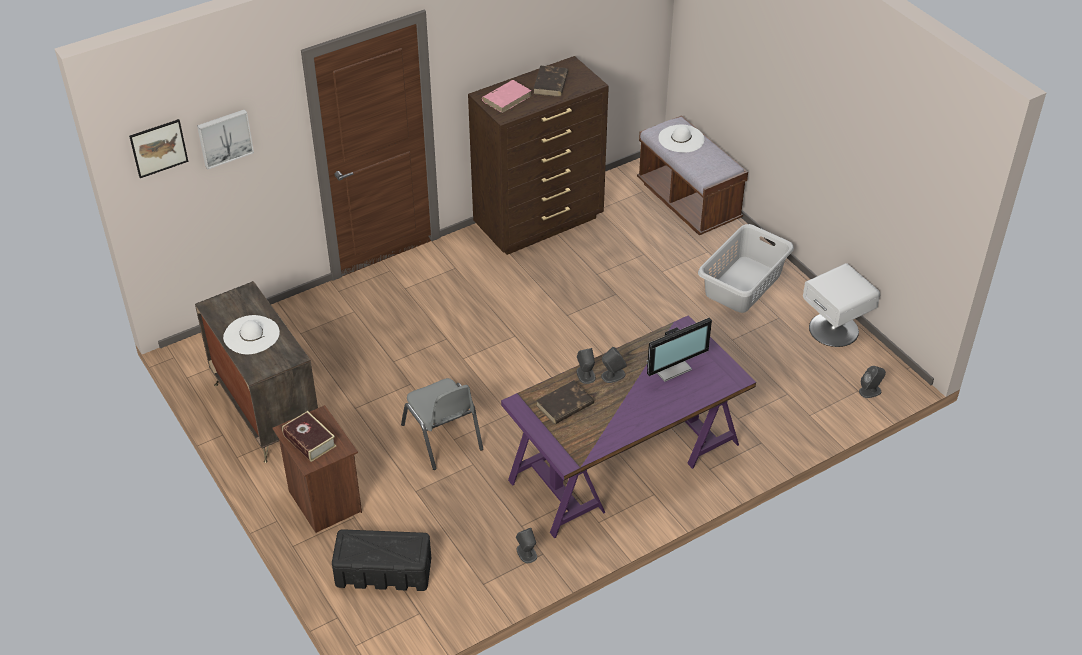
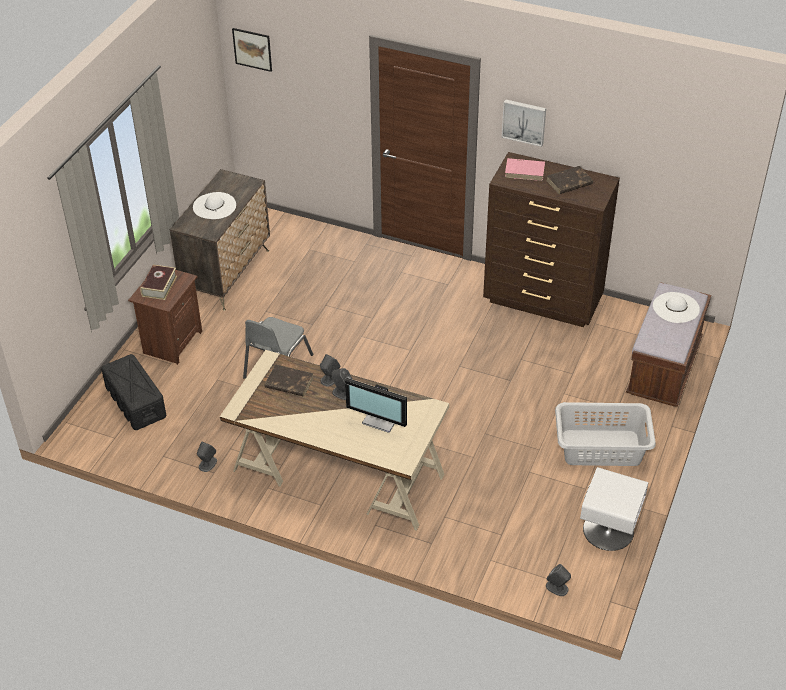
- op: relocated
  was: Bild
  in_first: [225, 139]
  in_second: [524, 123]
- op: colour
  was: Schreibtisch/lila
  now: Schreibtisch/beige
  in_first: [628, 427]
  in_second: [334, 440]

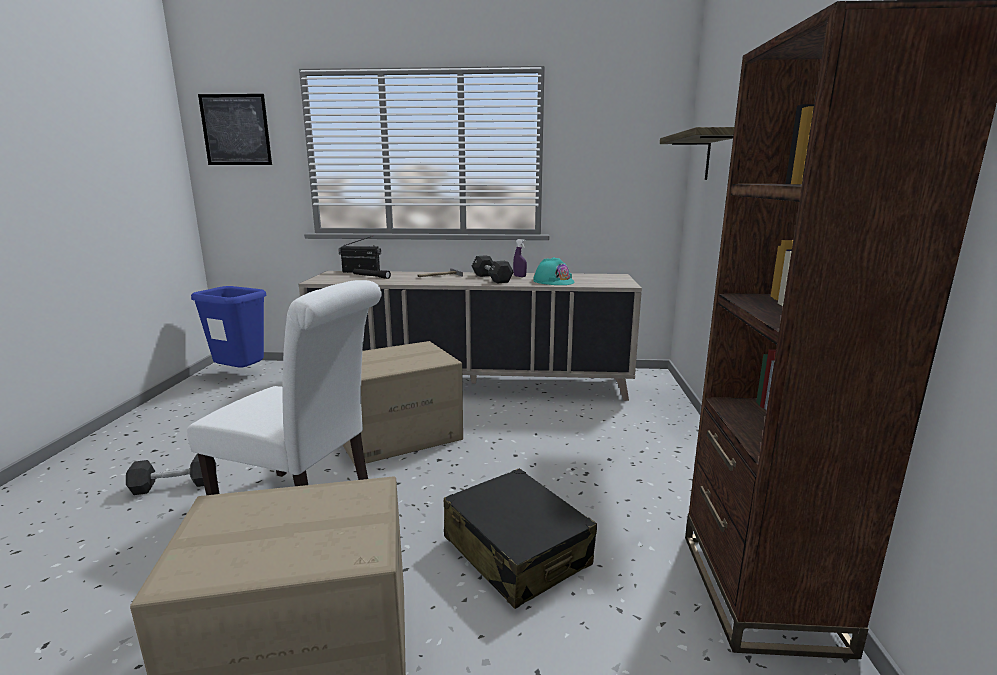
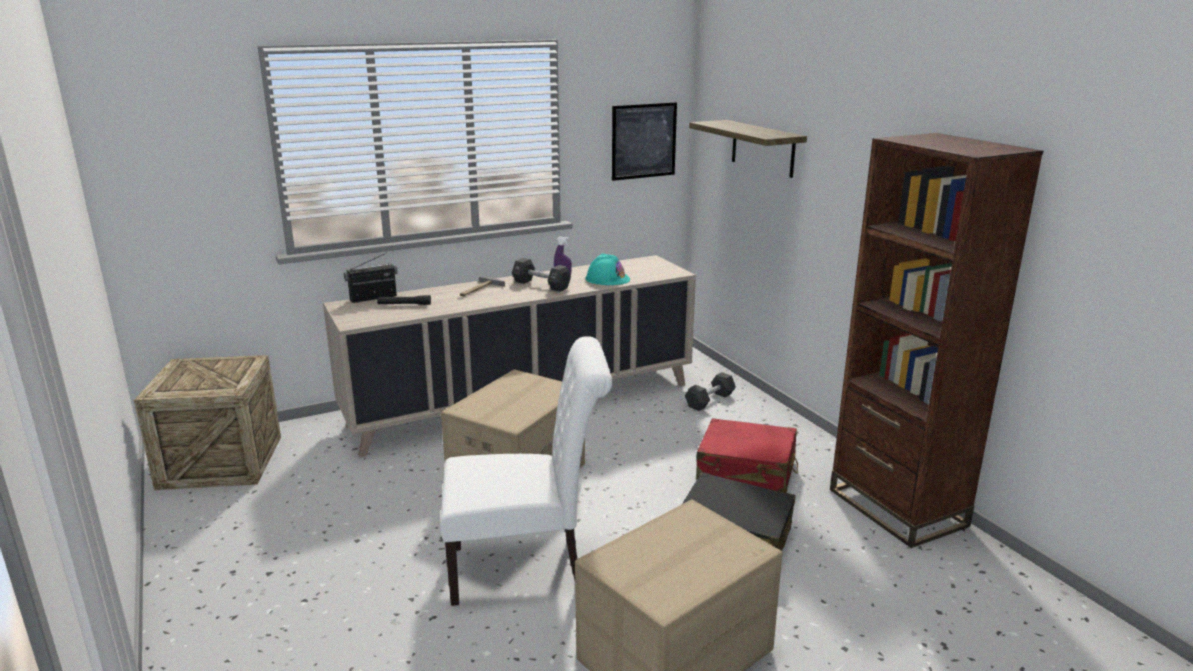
- op: relocated
  was: Bild
  in_first: [235, 129]
  in_second: [644, 141]
- op: exchanged
  was: Mülleimer/blau
  now: Kiste
  in_first: [228, 327]
  in_second: [207, 422]
- op: relocated
  was: Hantel/schwarz
  in_first: [171, 474]
  in_second: [710, 391]
- op: appeared
  now: Koffer/rot
  in_second: [747, 455]

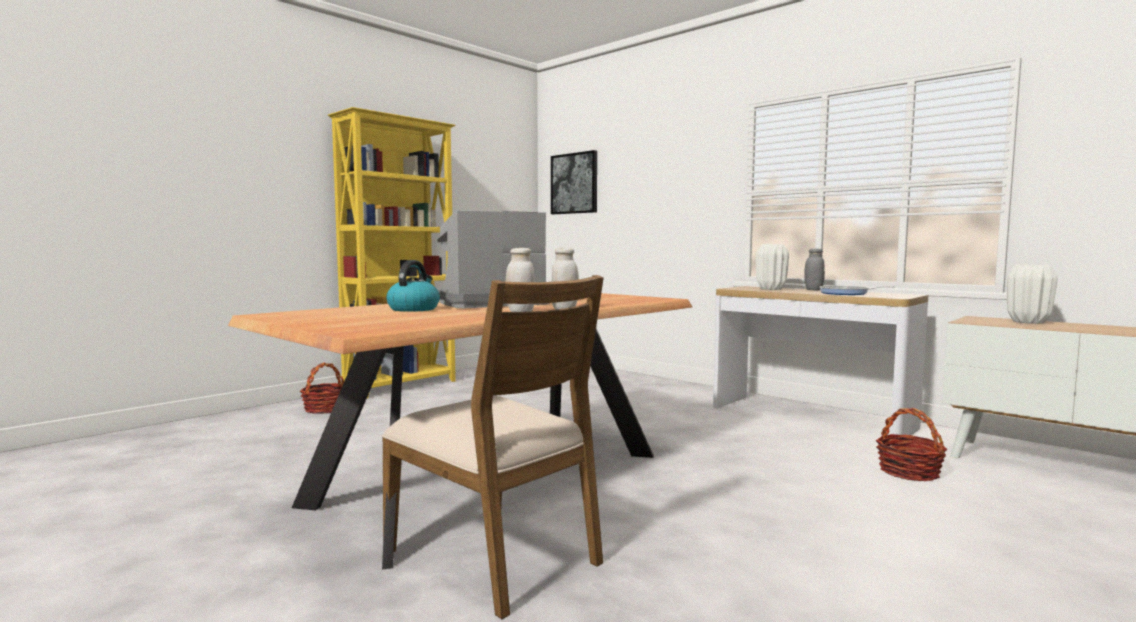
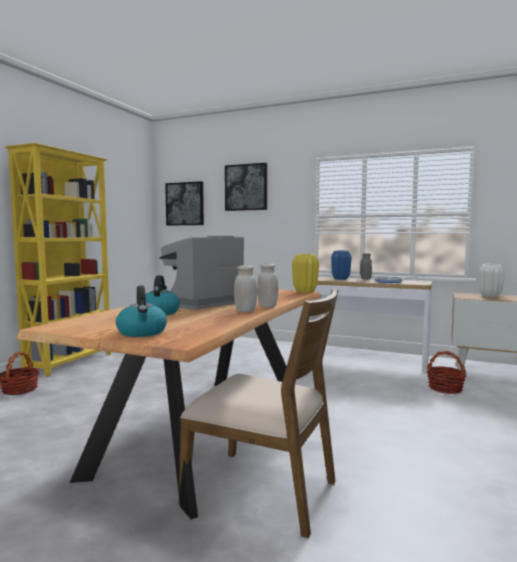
- op: colour
  was: Vase/weiß
  now: Vase/blau
  in_first: [772, 267]
  in_second: [341, 265]
- op: appeared
  now: Bild
  in_second: [246, 187]
- op: appeared
  now: Vase/gelb
  in_second: [305, 273]
- op: appeared
  now: Wasserkessel
  in_second: [141, 311]

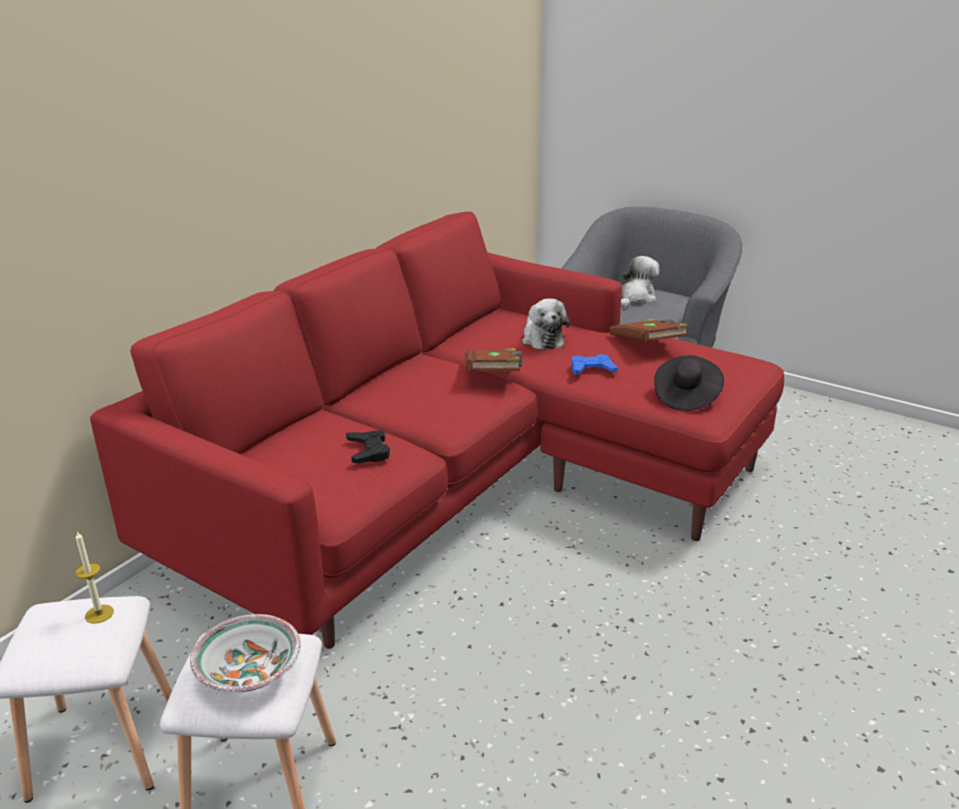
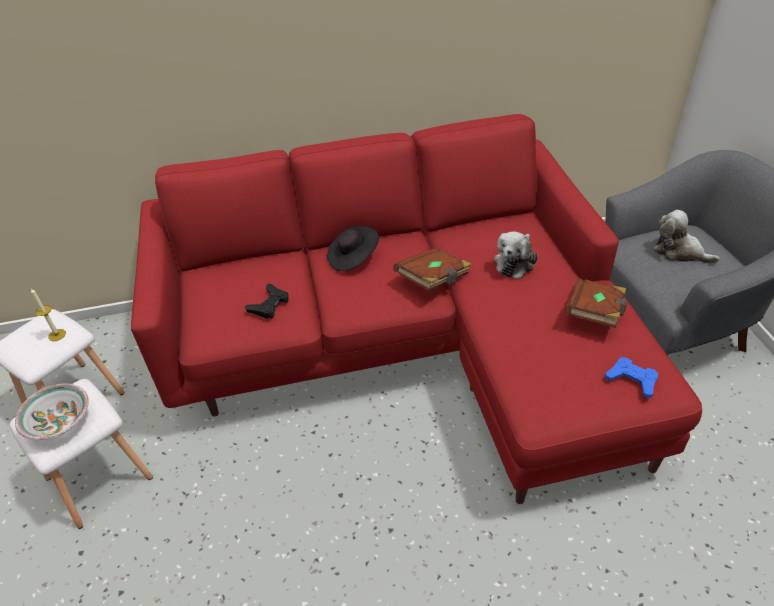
- op: spun
  was: Plüschtier
  in_first: [640, 282]
  in_second: [686, 237]
  clockwise: -135
- op: relocated
  was: Gamepad/blau
  in_first: [594, 364]
  in_second: [631, 377]
- op: relocated
  was: Hut/schwarz
  in_first: [689, 383]
  in_second: [353, 248]

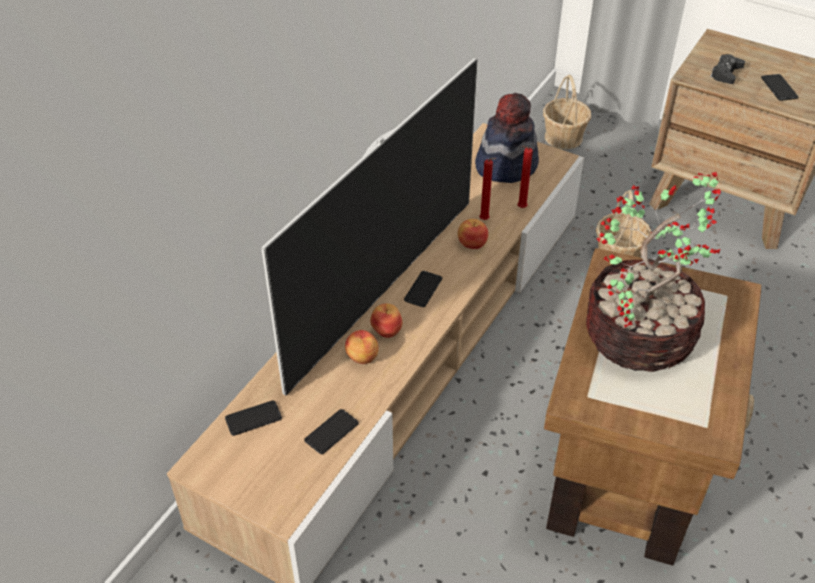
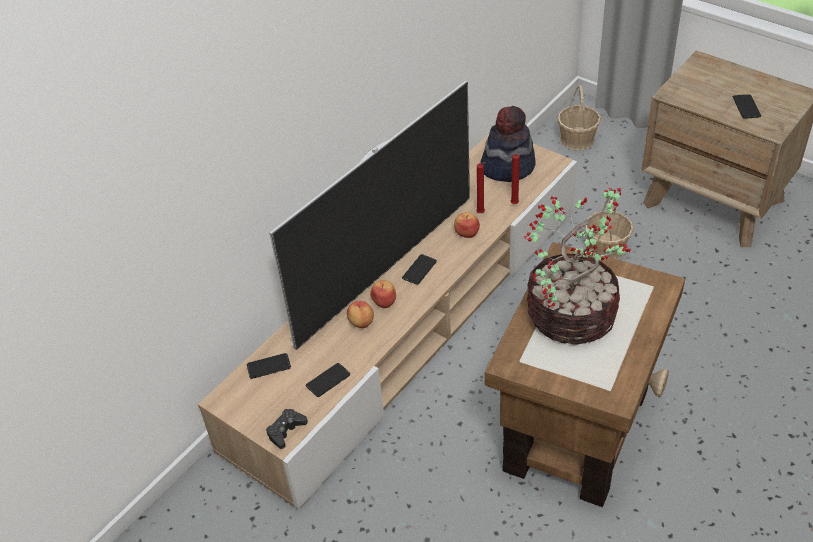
- op: relocated
  was: Gamepad/schwarz
  in_first: [727, 69]
  in_second: [287, 429]

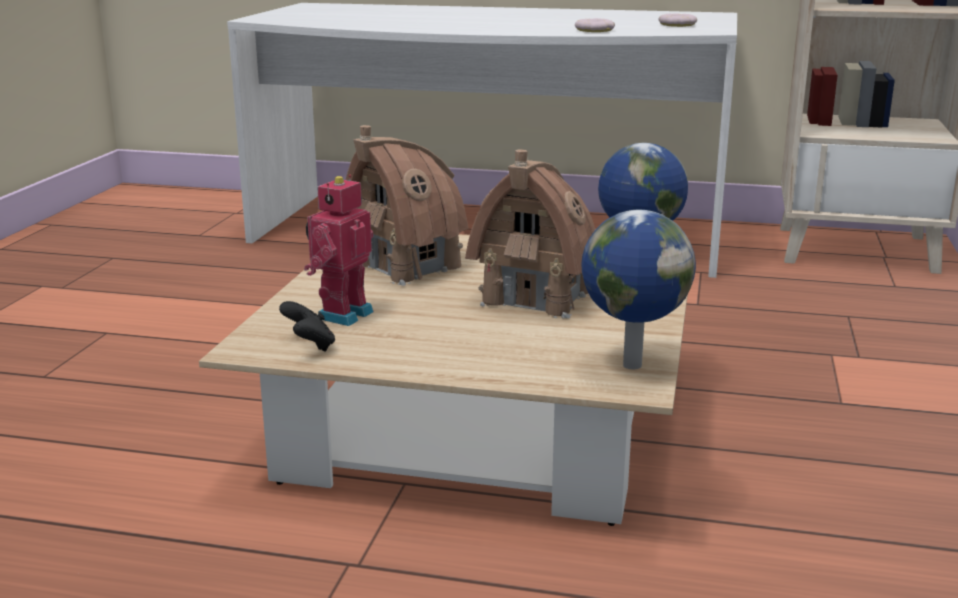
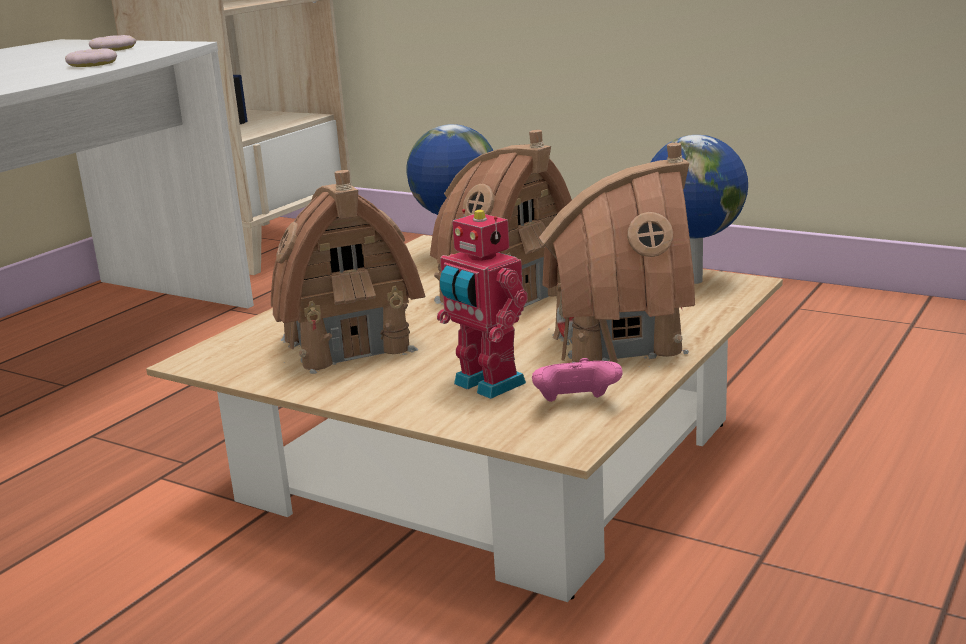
- op: colour
  was: Gamepad/schwarz
  now: Gamepad/rosa
  in_first: [307, 326]
  in_second: [577, 380]
- op: appeared
  now: Spielzeughaus
  in_second: [617, 255]

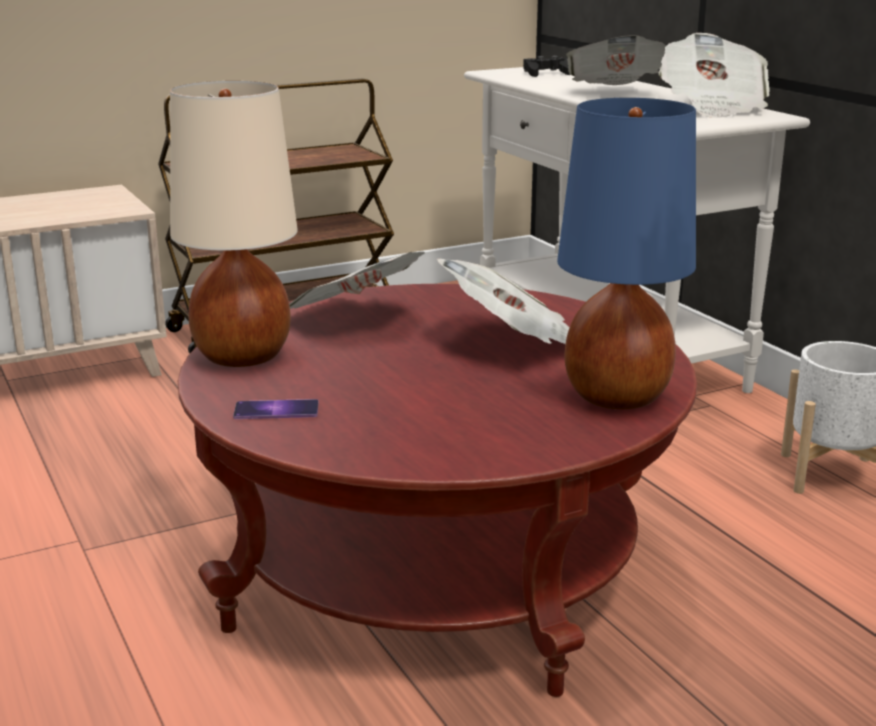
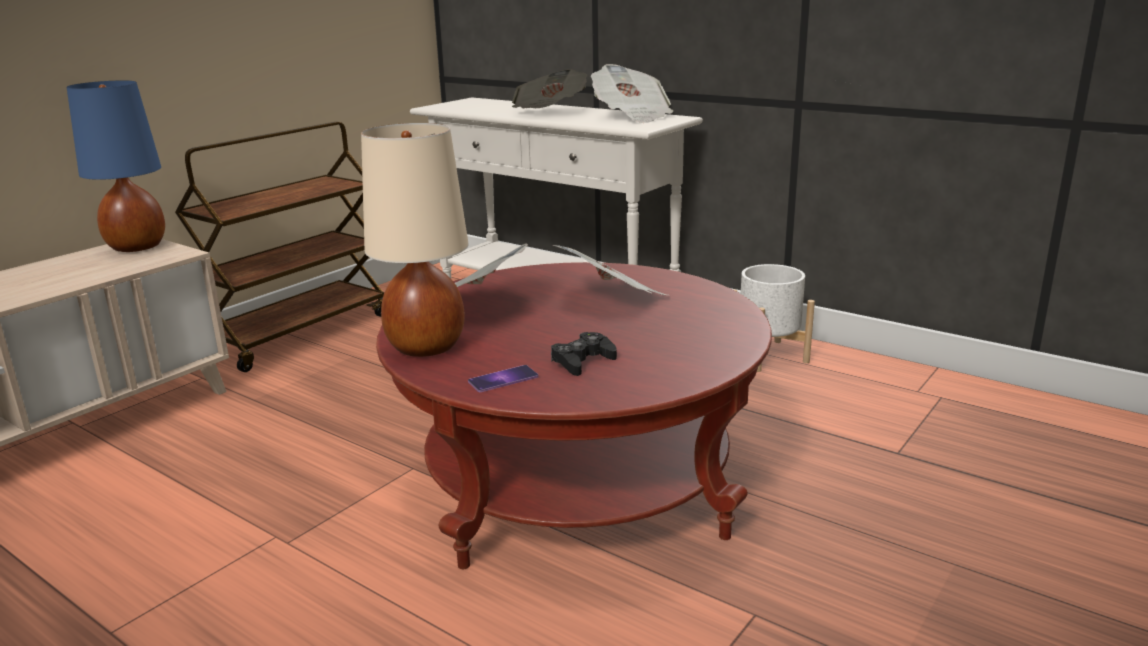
- op: relocated
  was: Gamepad/schwarz
  in_first: [546, 66]
  in_second: [584, 354]
- op: relocated
  was: Tischlampe/blau
  in_first: [626, 253]
  in_second: [116, 166]

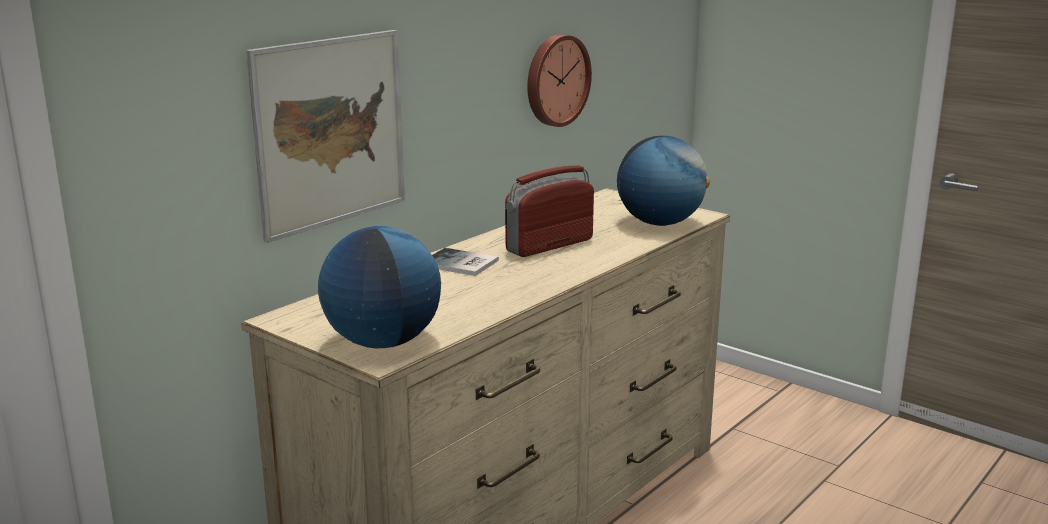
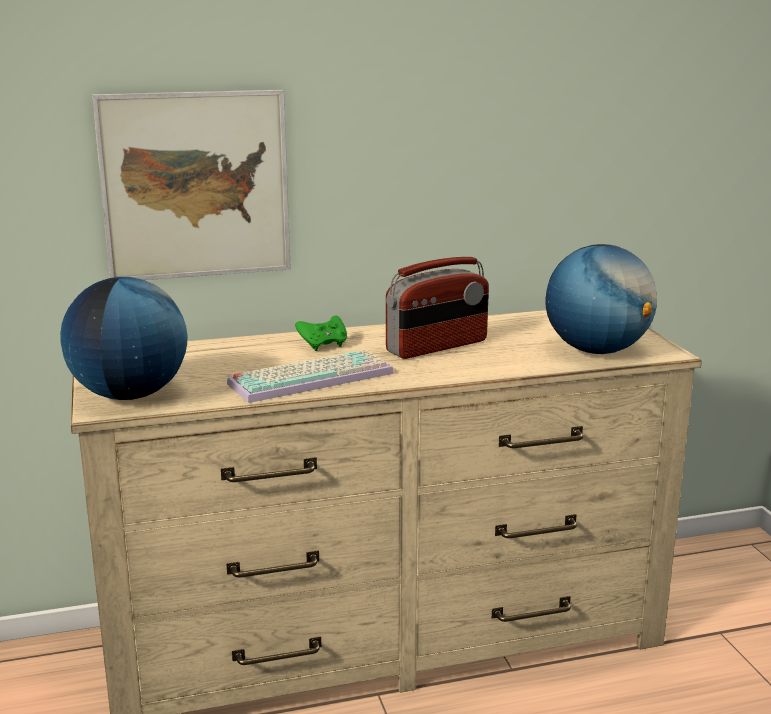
- op: missing
  was: Wanduhr
  in_first: [559, 80]
- op: spun
  was: Radio
  in_first: [549, 211]
  in_second: [437, 308]
  clockwise: 150
- op: exchanged
  was: Buch
  now: Gamepad/grün
  in_first: [465, 262]
  in_second: [321, 333]
- op: appeared
  now: Tastatur
  in_second: [310, 376]

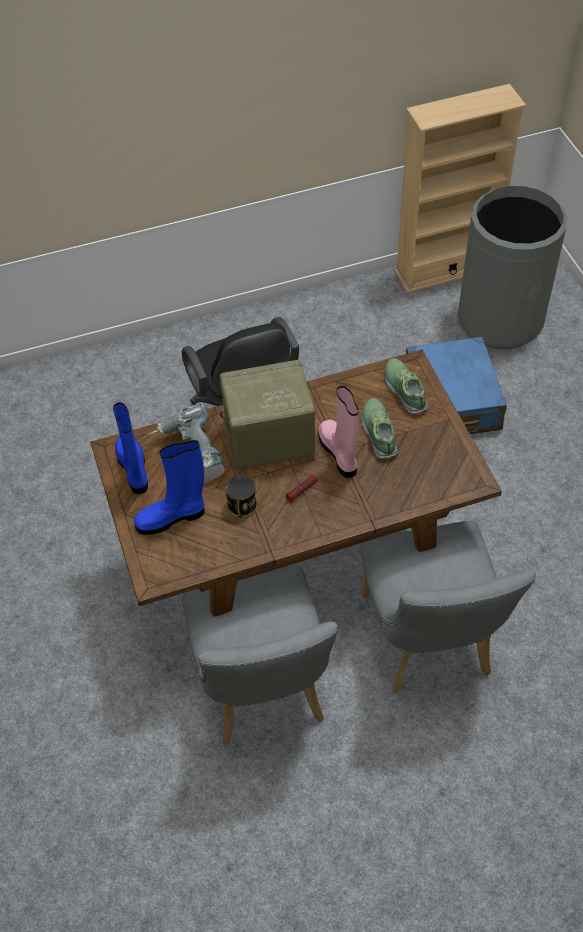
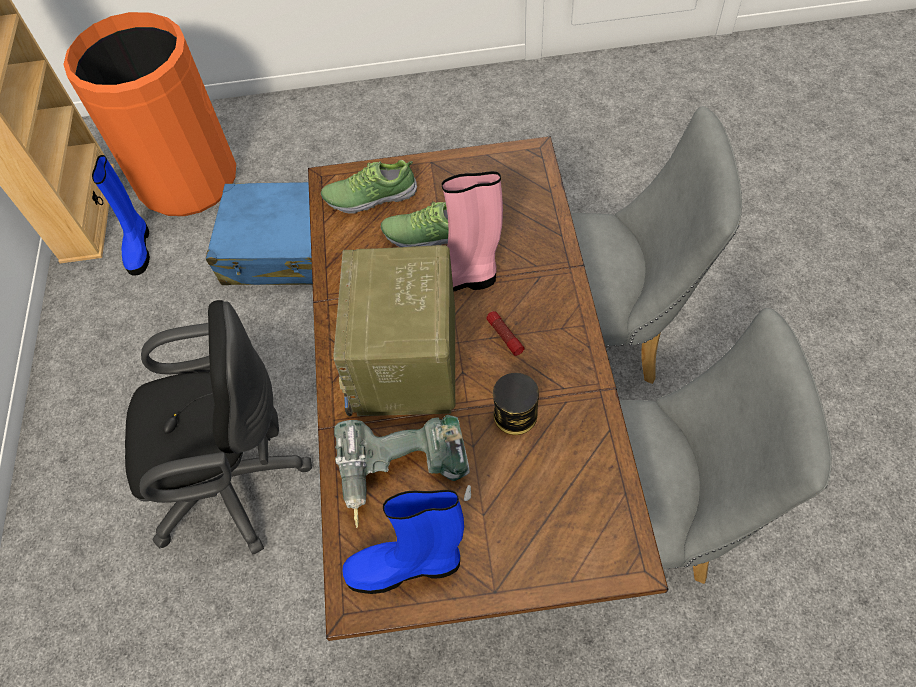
- op: colour
  was: Mülleimer/grau
  now: Mülleimer/orange
  in_first: [512, 267]
  in_second: [149, 114]
- op: relocated
  was: Stiefel/blau
  in_first: [169, 487]
  in_second: [121, 215]

